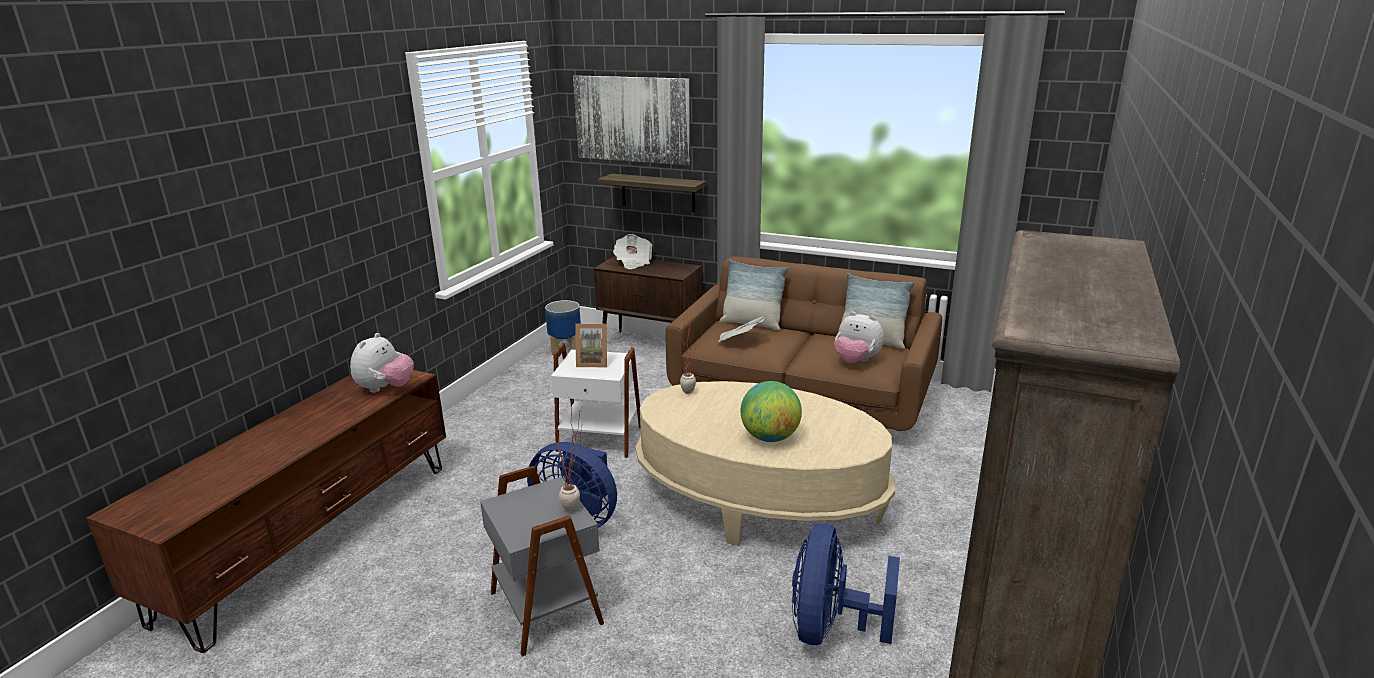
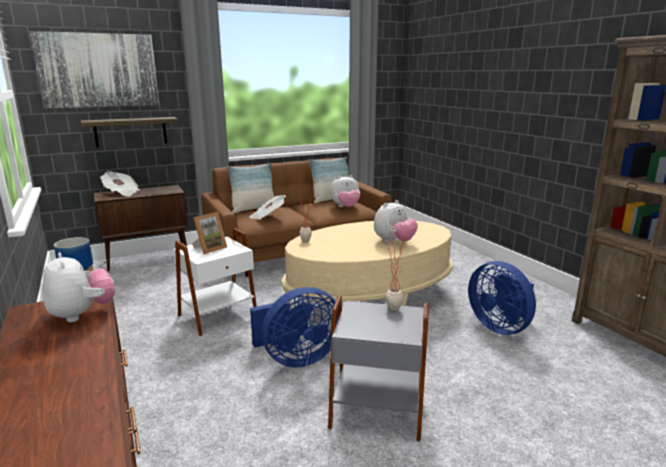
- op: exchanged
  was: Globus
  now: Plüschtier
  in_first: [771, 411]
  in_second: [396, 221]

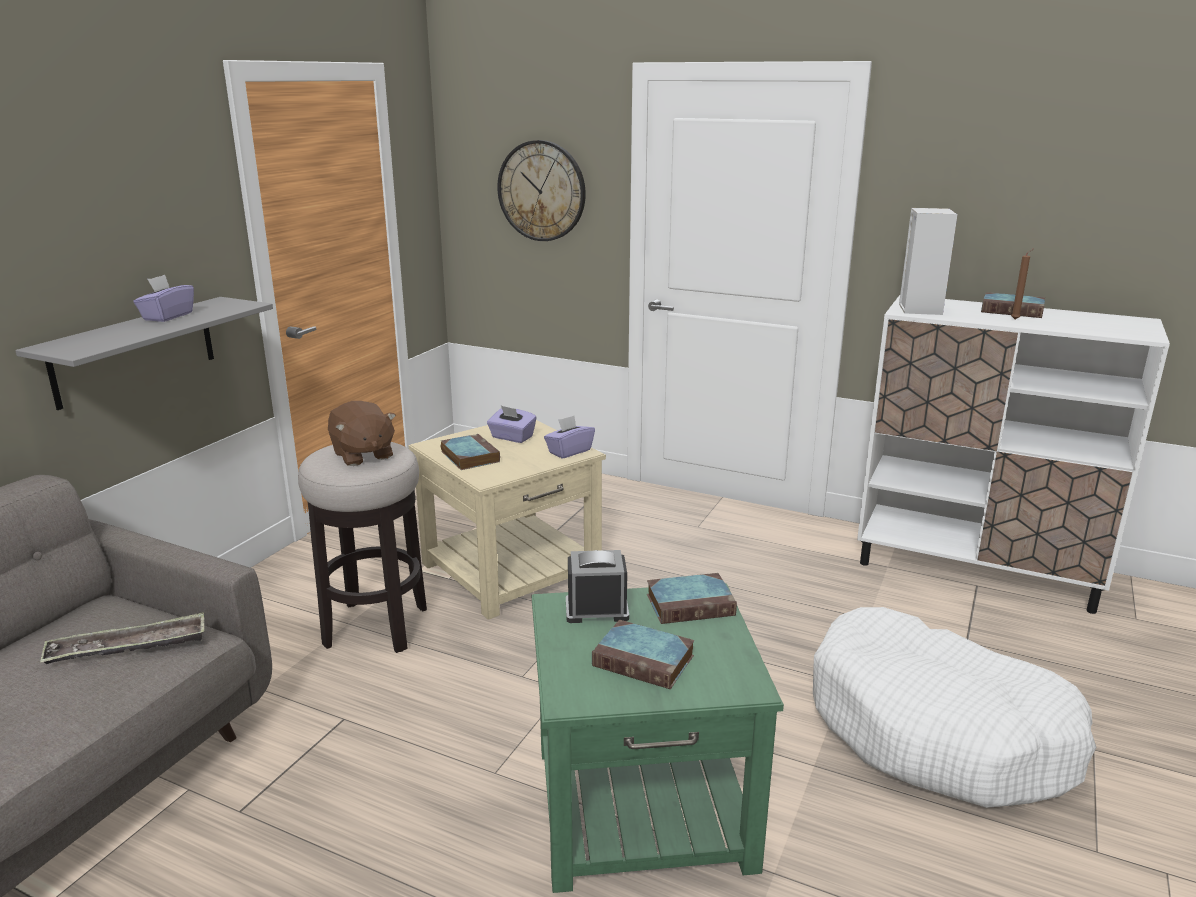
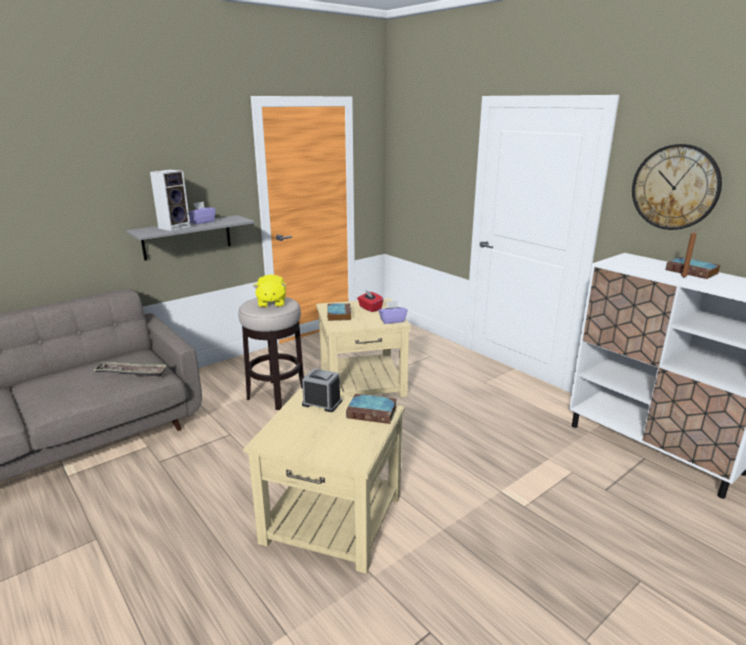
- op: relocated
  was: Wanduhr
  in_first: [541, 190]
  in_second: [677, 187]
- op: relocated
  was: Lautsprecher
  in_first: [928, 261]
  in_second: [170, 200]
- op: colour
  was: Plüschtier/braun
  now: Plüschtier/gelb
  in_first: [362, 433]
  in_second: [269, 291]
- op: colour
  was: Taschentuchbox/lila
  now: Taschentuchbox/rot
  in_first: [512, 424]
  in_second: [370, 301]
- op: colour
  was: Beistelltisch/grün
  now: Beistelltisch/beige
  in_first: [658, 738]
  in_second: [324, 481]
- op: missing
  was: Hundebett/weiß
  in_first: [955, 707]
- op: missing
  was: Buch
  in_first: [643, 654]

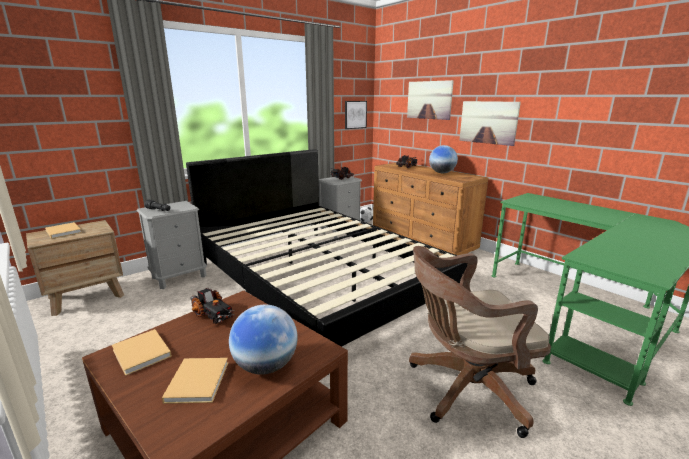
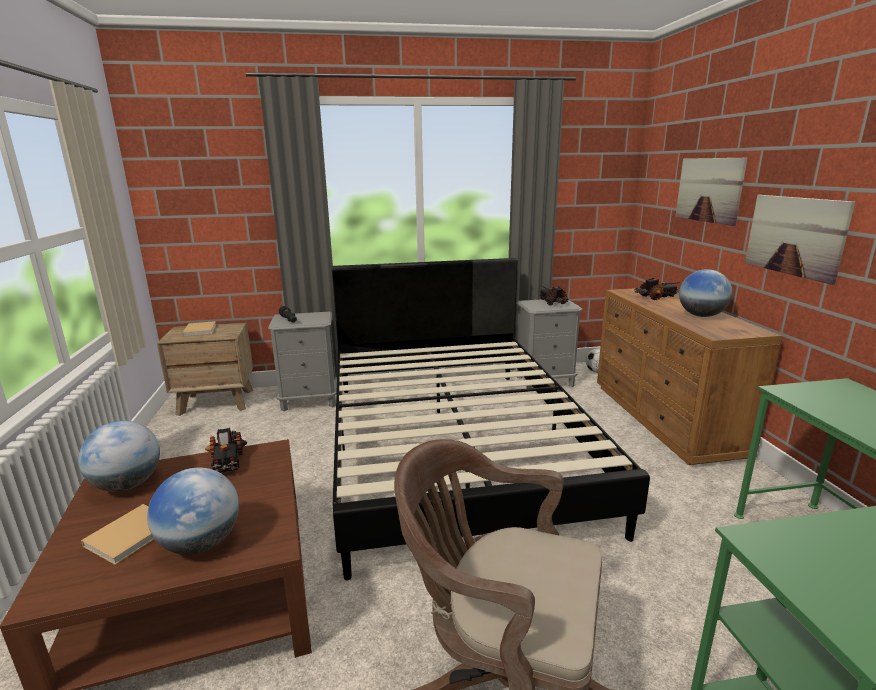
- op: missing
  was: Bild
  in_first: [356, 115]
- op: exchanged
  was: Buch/beige
  now: Globus
  in_first: [142, 352]
  in_second: [119, 456]

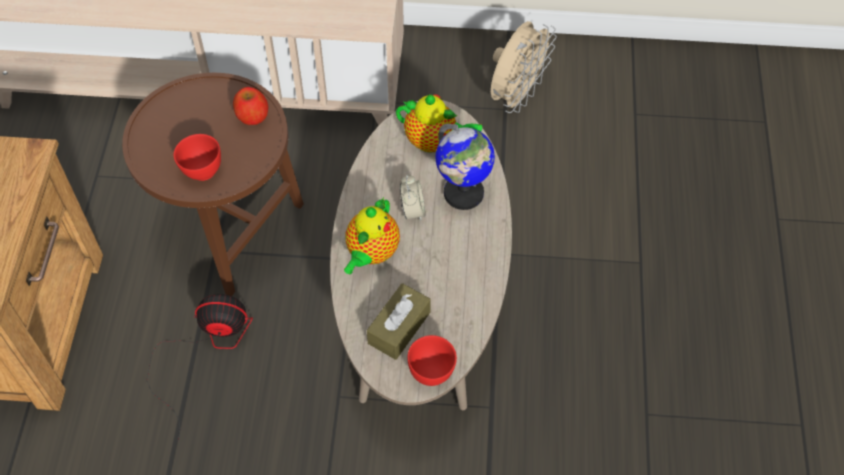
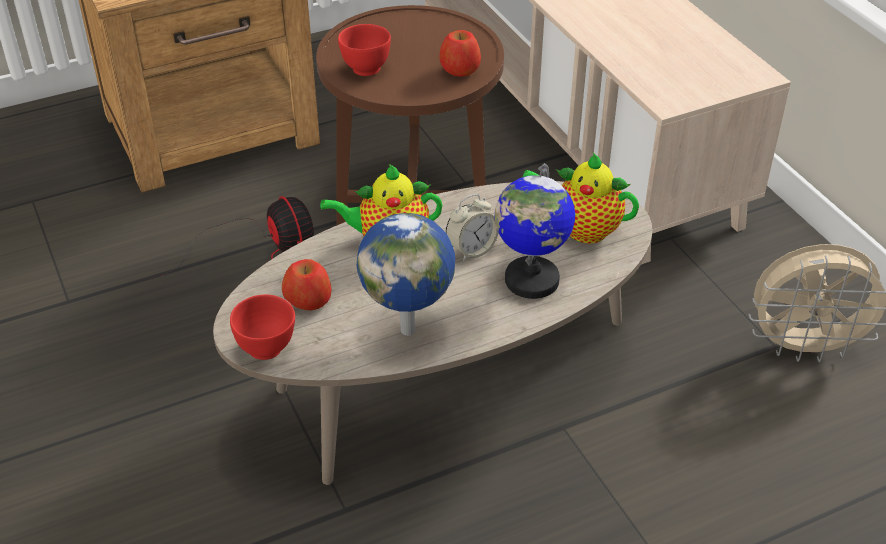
- op: spun
  was: Teekanne
  in_first: [439, 123]
  in_second: [581, 198]
  clockwise: 120
- op: exchanged
  was: Taschentuchbox/braun
  now: Apfel
  in_first: [399, 321]
  in_second: [306, 284]
- op: appeared
  now: Globus
  in_second: [406, 274]

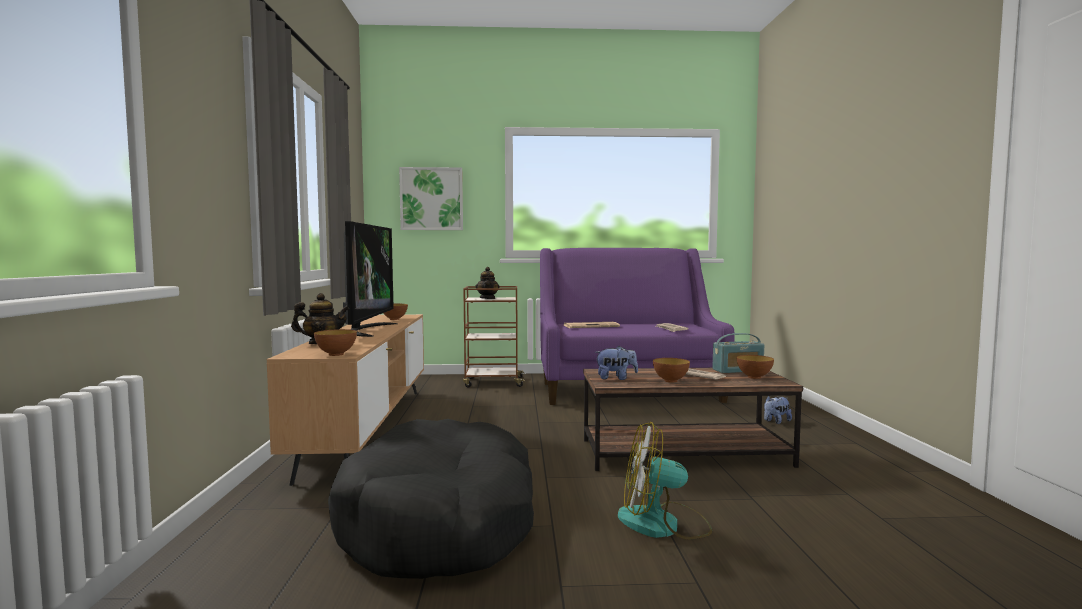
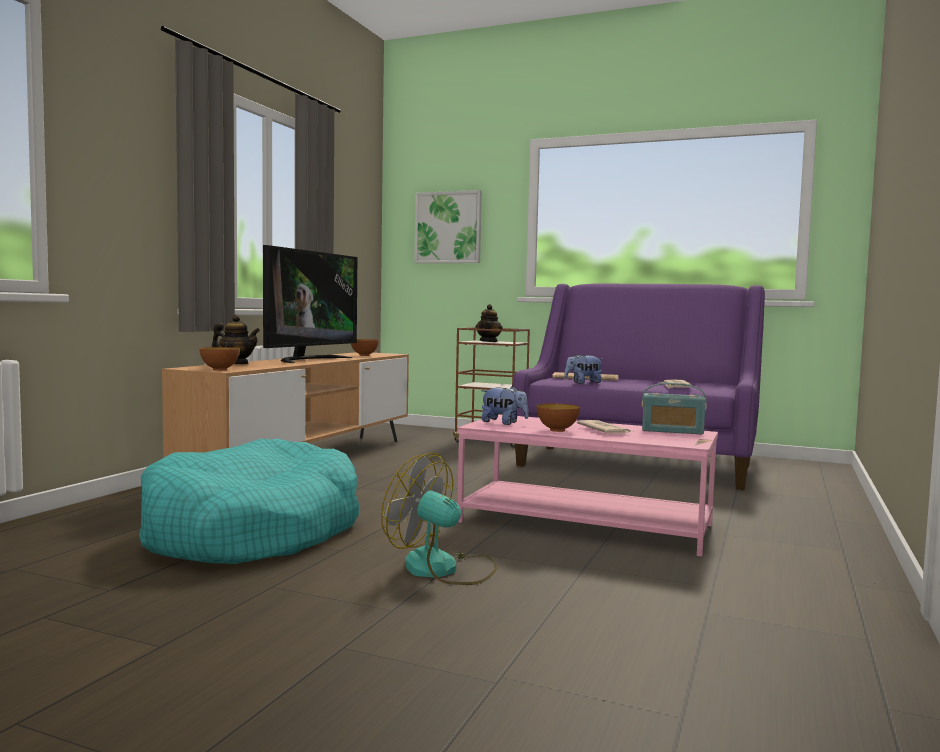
- op: missing
  was: Schüssel
  in_first: [755, 367]
- op: colour
  was: Couchtisch/braun
  now: Couchtisch/rosa
  in_first: [693, 419]
  in_second: [587, 485]
- op: relocated
  was: Plüschtier
  in_first: [778, 410]
  in_second: [584, 369]
- op: colour
  was: Hundebett/schwarz
  now: Hundebett/türkis
  in_first: [431, 499]
  in_second: [249, 501]

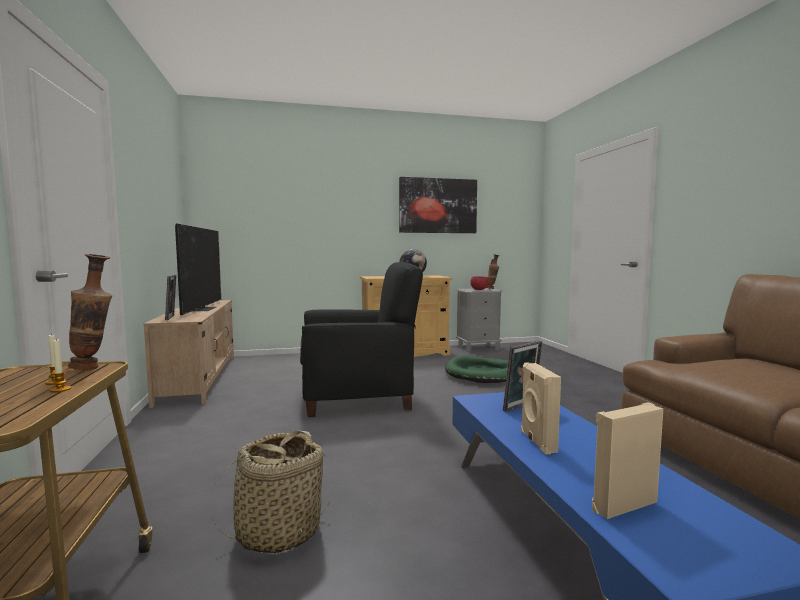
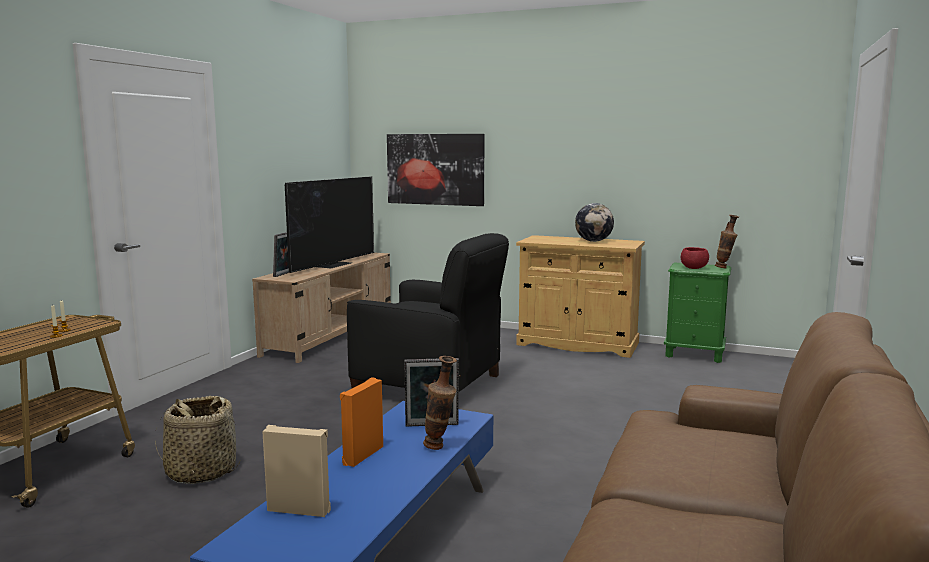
- op: relocated
  was: Bild
  in_first: [438, 205]
  in_second: [435, 170]
- op: relocated
  was: Vase
  in_first: [90, 312]
  in_second: [440, 403]
- op: colour
  was: Nachttisch/grau
  now: Nachttisch/grün
  in_first: [479, 320]
  in_second: [697, 312]
- op: missing
  was: Hundebett/grün
  in_first: [476, 369]
- op: colour
  was: Lautsprecher/beige
  now: Lautsprecher/orange
  in_first: [541, 408]
  in_second: [361, 422]

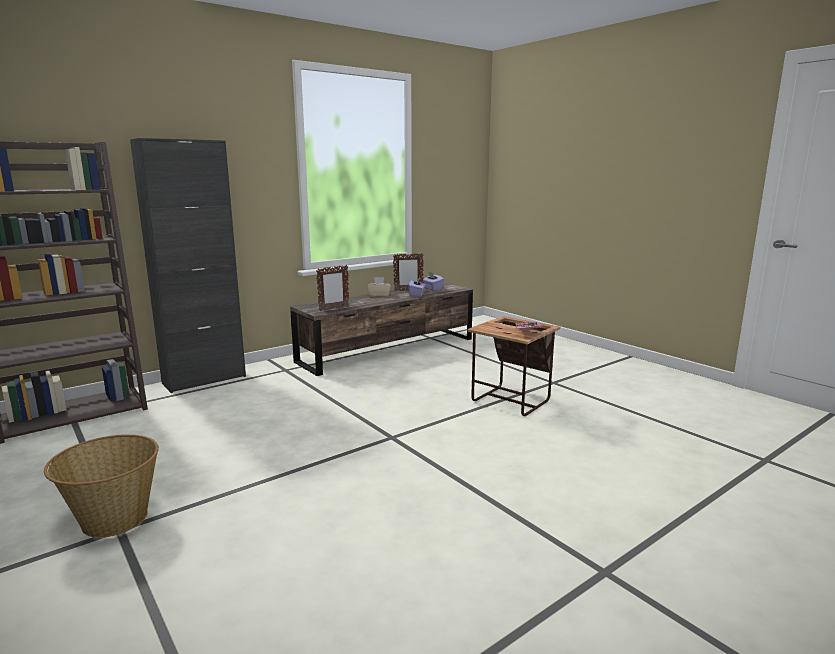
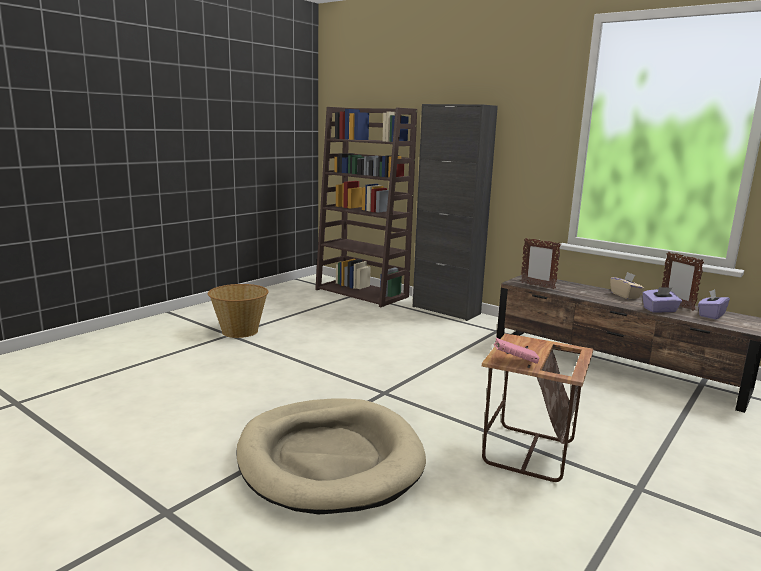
- op: appeared
  now: Hundebett/beige
  in_second: [331, 456]

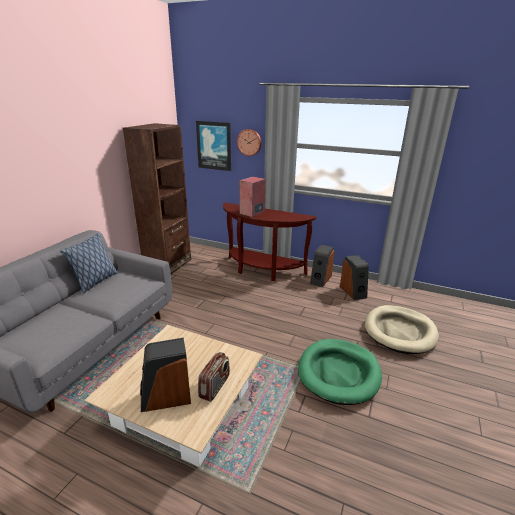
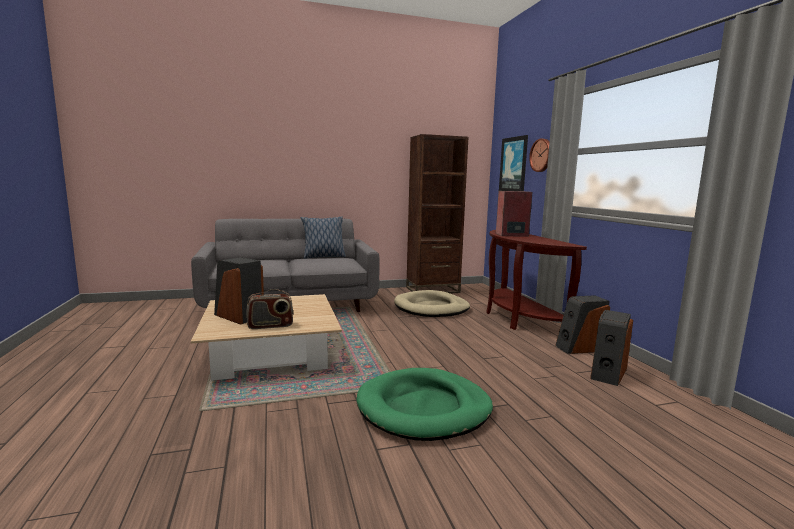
- op: relocated
  was: Hundebett/beige
  in_first: [402, 329]
  in_second: [432, 303]

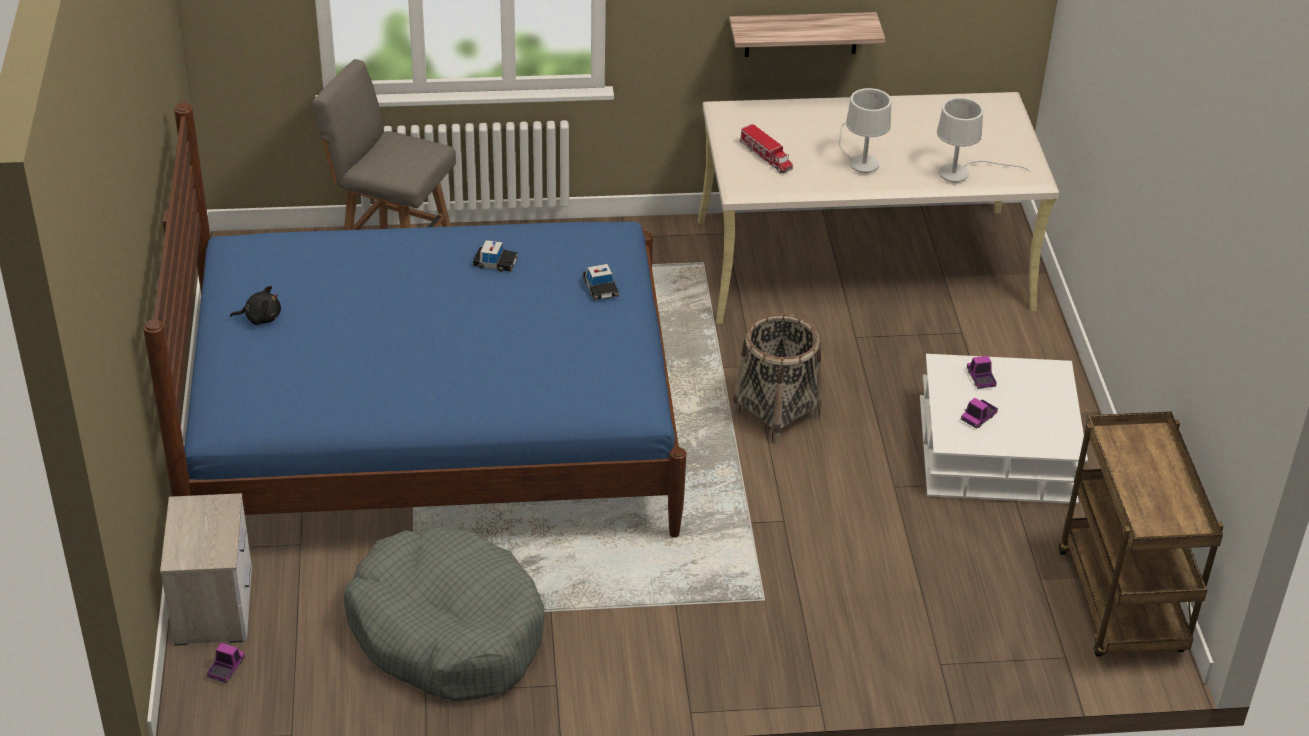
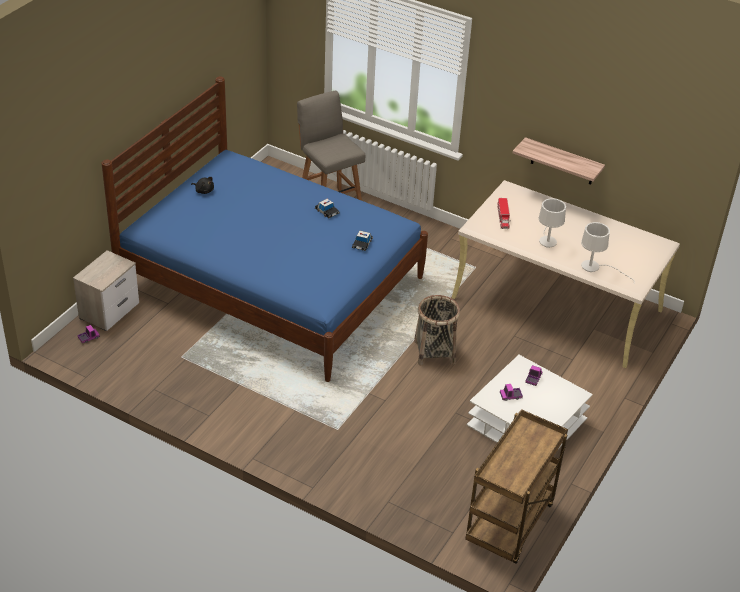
- op: missing
  was: Hundebett/grau
  in_first: [444, 613]

